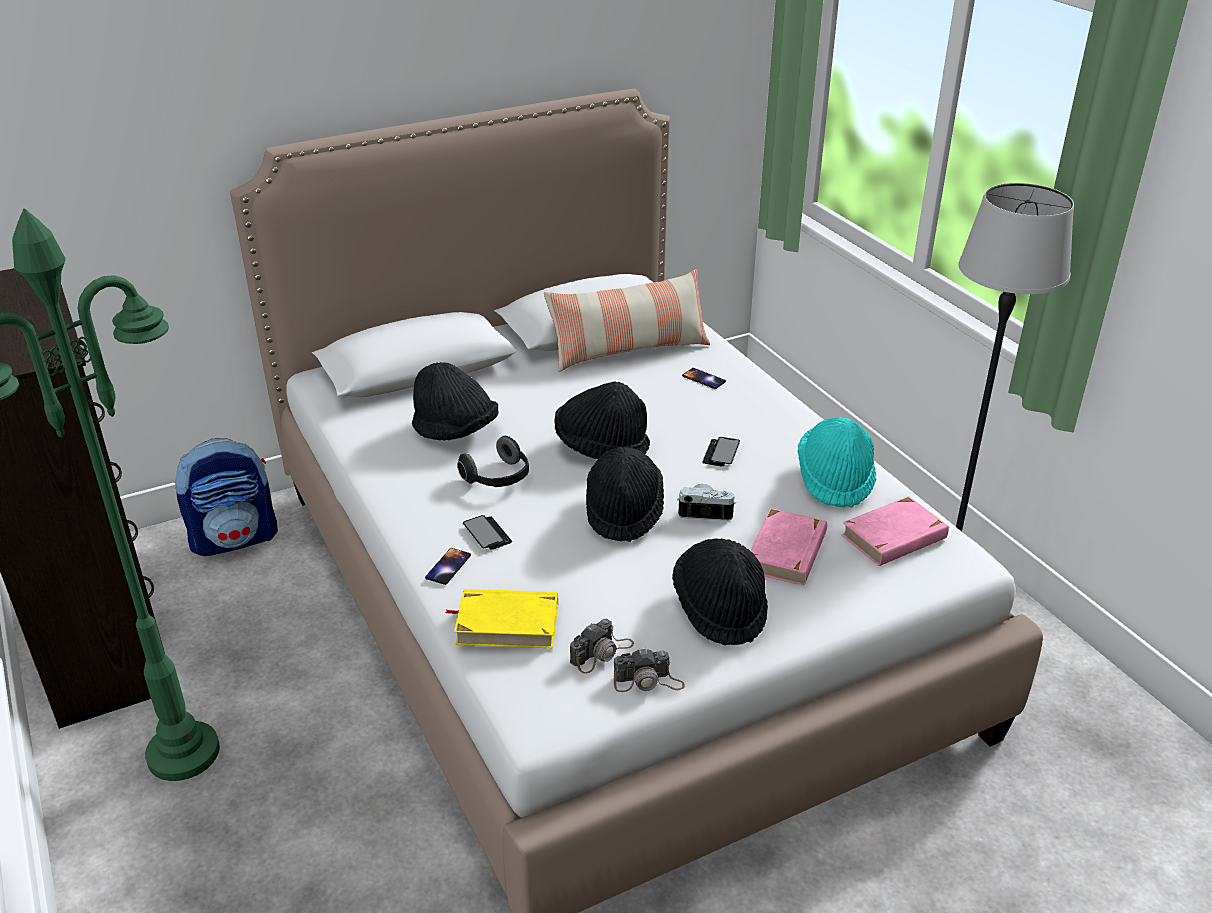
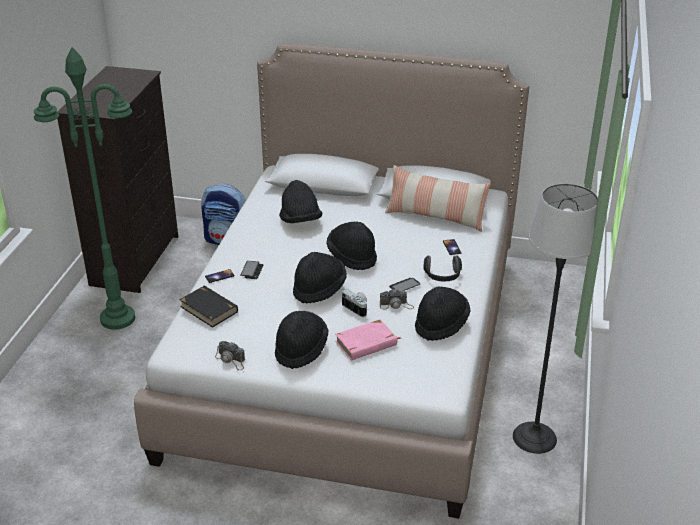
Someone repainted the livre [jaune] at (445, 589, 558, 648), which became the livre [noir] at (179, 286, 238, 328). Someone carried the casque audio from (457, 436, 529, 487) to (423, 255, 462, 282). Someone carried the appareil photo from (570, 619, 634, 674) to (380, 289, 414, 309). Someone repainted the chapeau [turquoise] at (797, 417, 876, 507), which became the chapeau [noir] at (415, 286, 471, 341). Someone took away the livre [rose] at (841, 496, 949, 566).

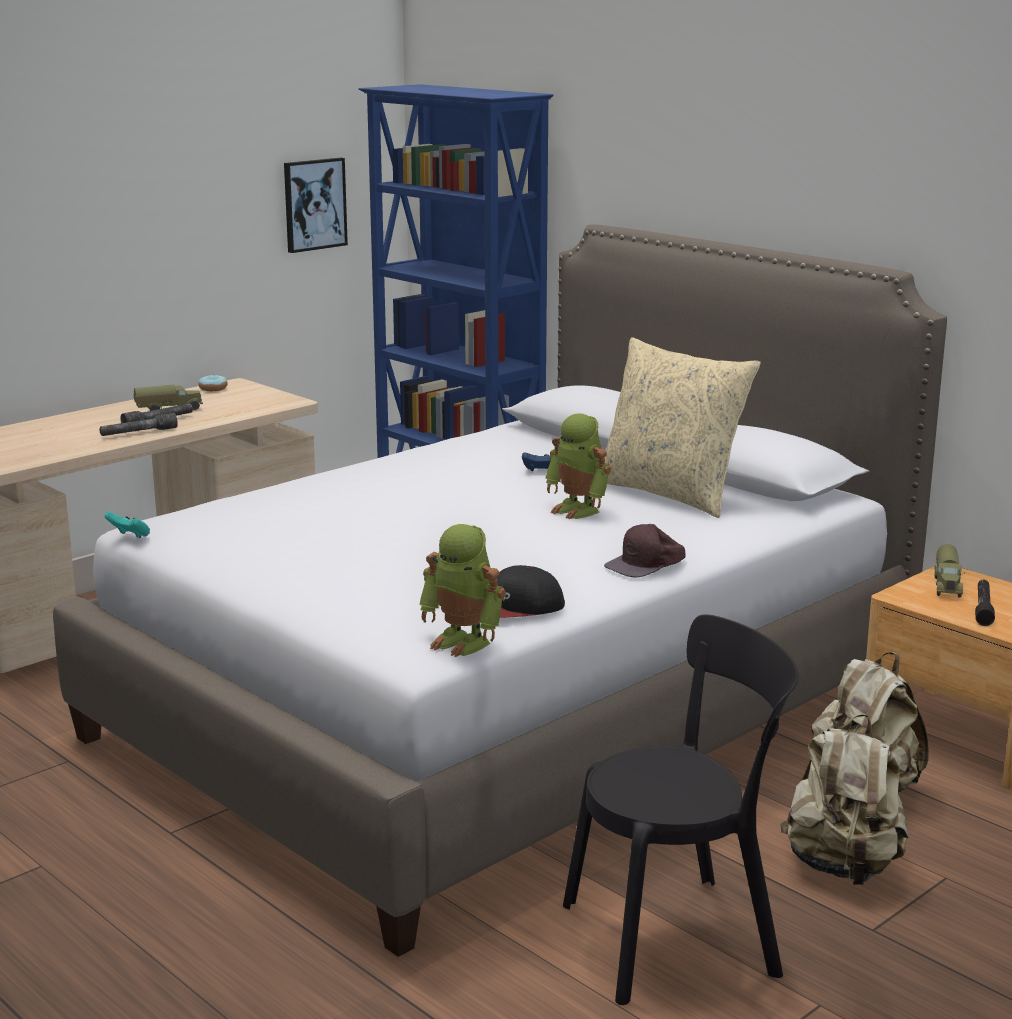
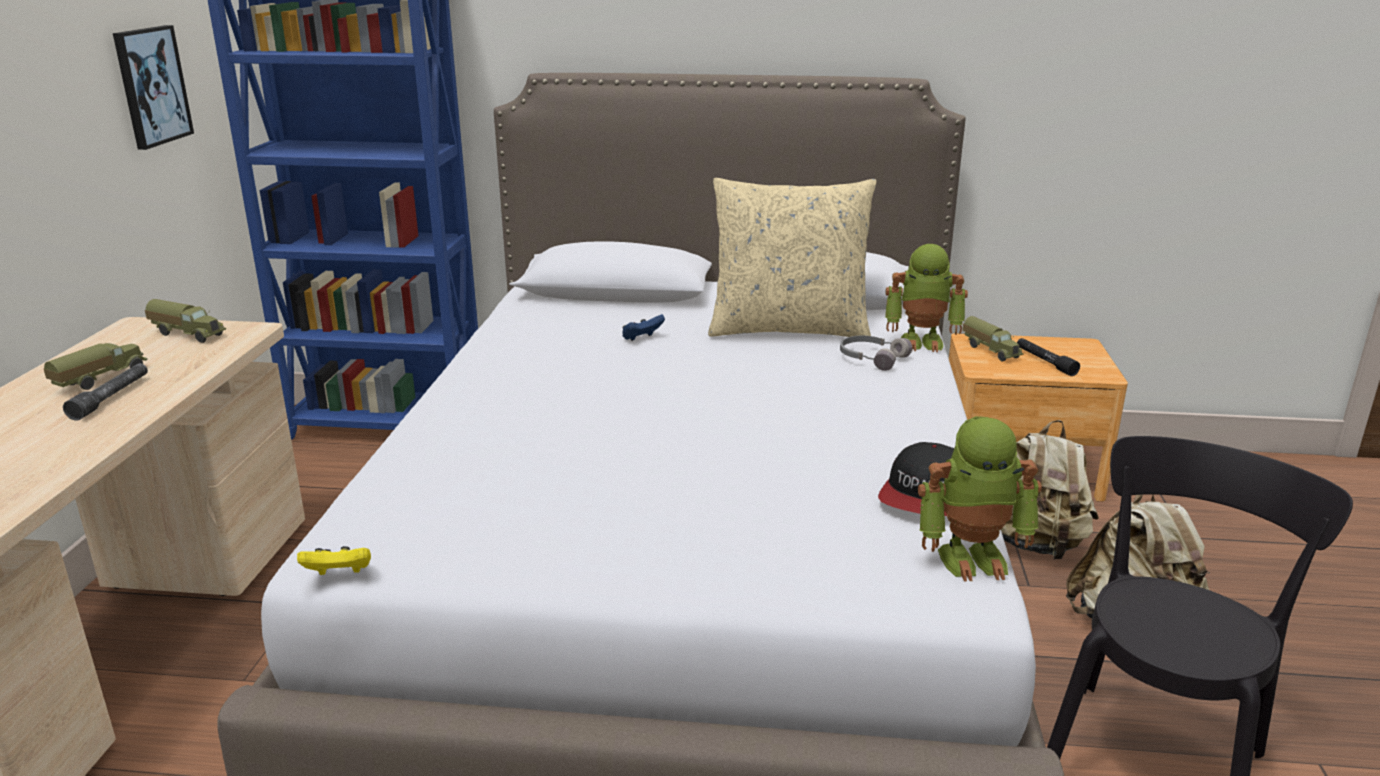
Someone took away the lampe de poche [gris] at (99, 413, 178, 436). Someone repainted the manette [turquoise] at (105, 511, 150, 538), which became the manette [jaune] at (297, 546, 371, 575). Someone took away the beignet at (198, 375, 228, 391). Someone carried the robot jouet from (545, 413, 611, 519) to (885, 244, 968, 352). Someone took away the casquette [marron] at (604, 524, 686, 577). Someone put down the camion jouet at (145, 299, 226, 343). Someone put down the casque audio [gris] at (840, 336, 912, 371).

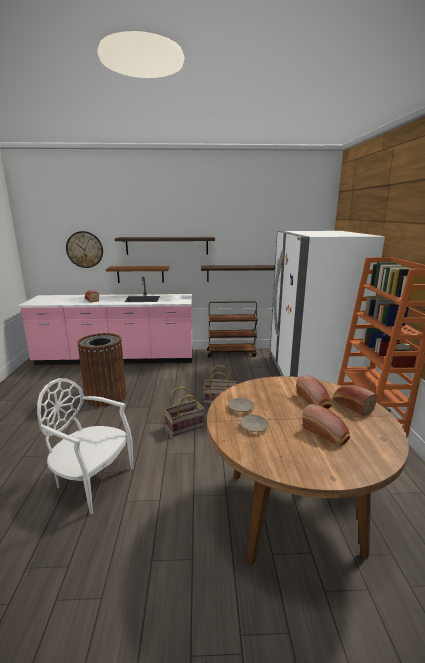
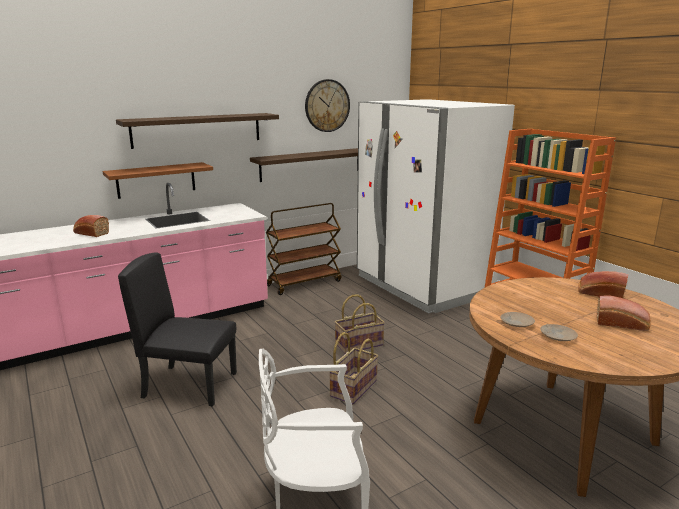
Someone carried the horloge murale from (66, 231, 103, 268) to (305, 79, 350, 132). Someone swapped the poubelle [marron] at (77, 333, 126, 407) for the chaise [noir] at (118, 252, 237, 406). Someone took away the pain at (296, 375, 332, 408).

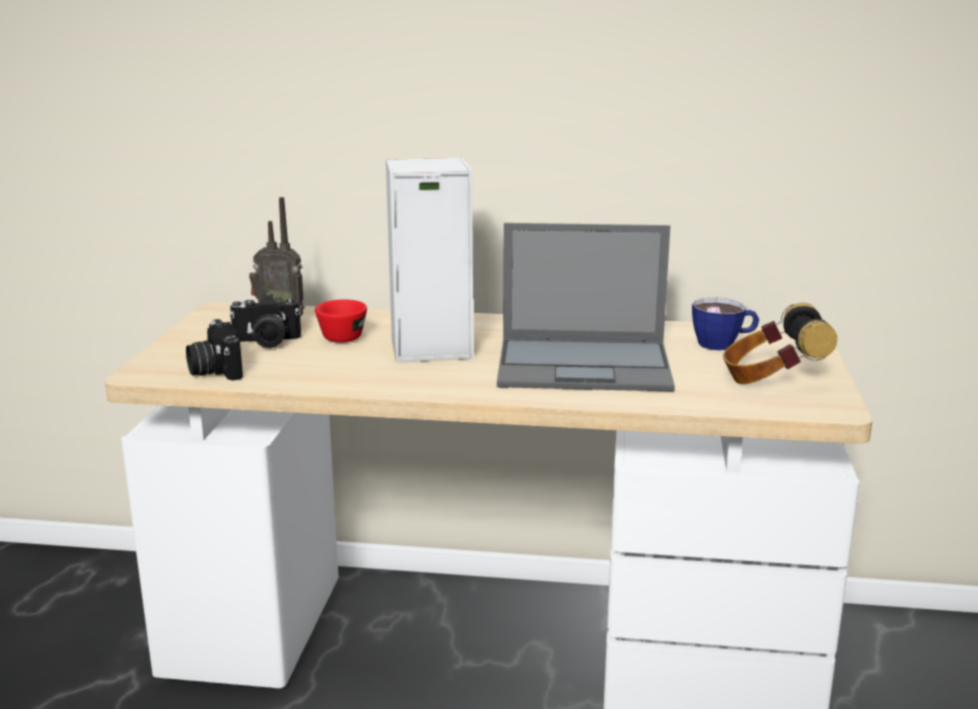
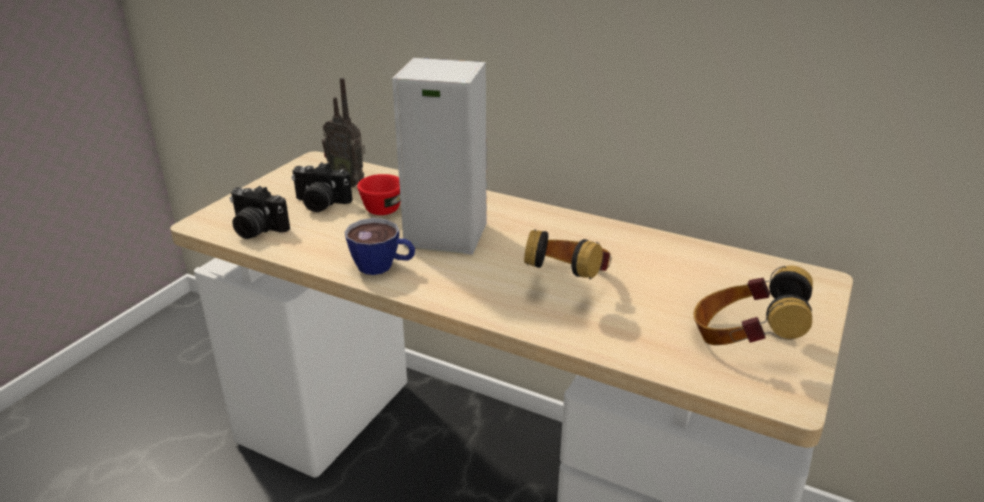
Someone rotated the appareil photo at (186, 319, 243, 380) by 60 degrees counterclockwise. Someone swapped the ordinateur portable at (497, 223, 675, 391) for the casque audio at (524, 229, 612, 279). Someone carried the tasse from (692, 298, 759, 350) to (345, 218, 415, 275).

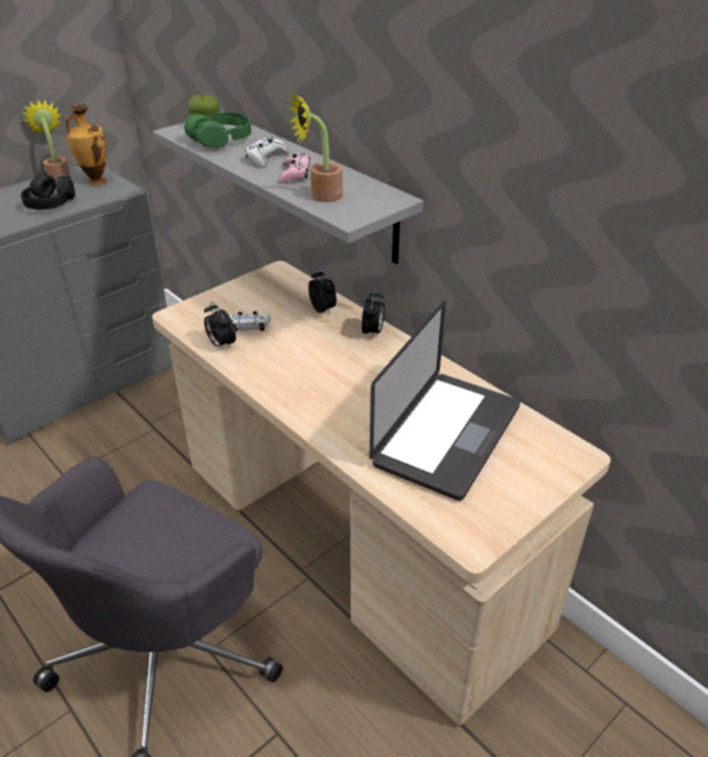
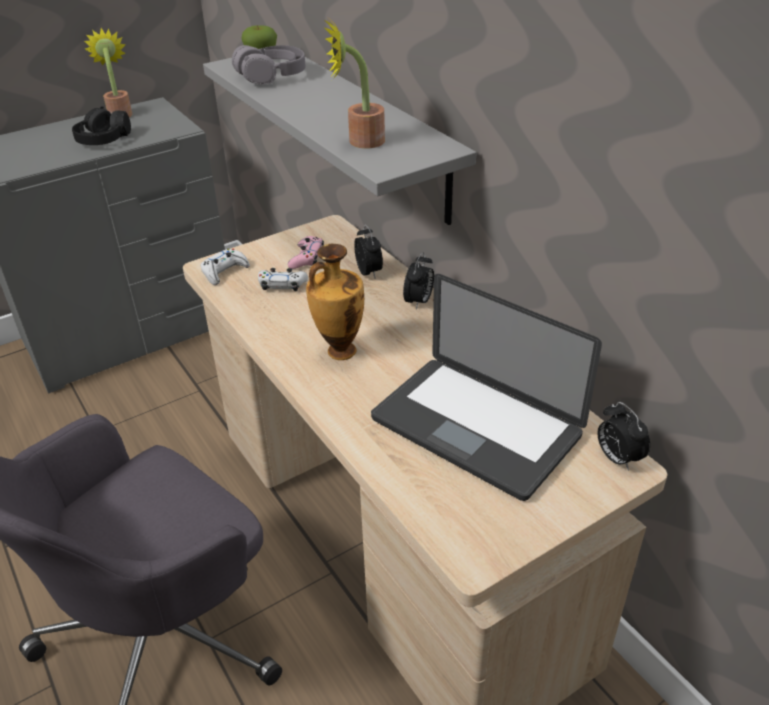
Someone carried the vase from (66, 104, 107, 186) to (306, 244, 364, 360). Someone repainted the casque audio [vert] at (185, 112, 251, 149), which became the casque audio [gris] at (232, 45, 306, 85). Someone carried the réveil from (204, 302, 236, 351) to (597, 402, 650, 471). Someone carried the manette [blanc] from (245, 137, 289, 167) to (201, 248, 250, 285). Someone carried the manette [rose] from (278, 153, 310, 183) to (288, 236, 324, 269). Someone rotated the ordinateur portable at (370, 301, 520, 501) by 90 degrees clockwise.

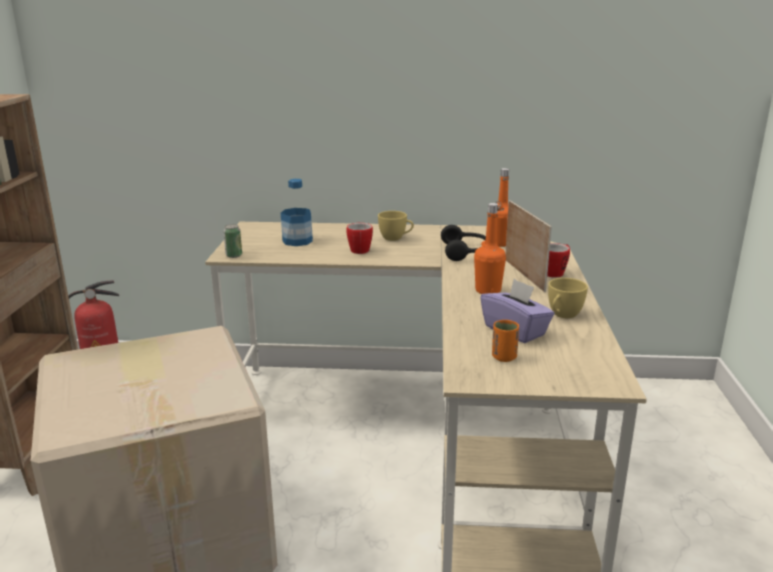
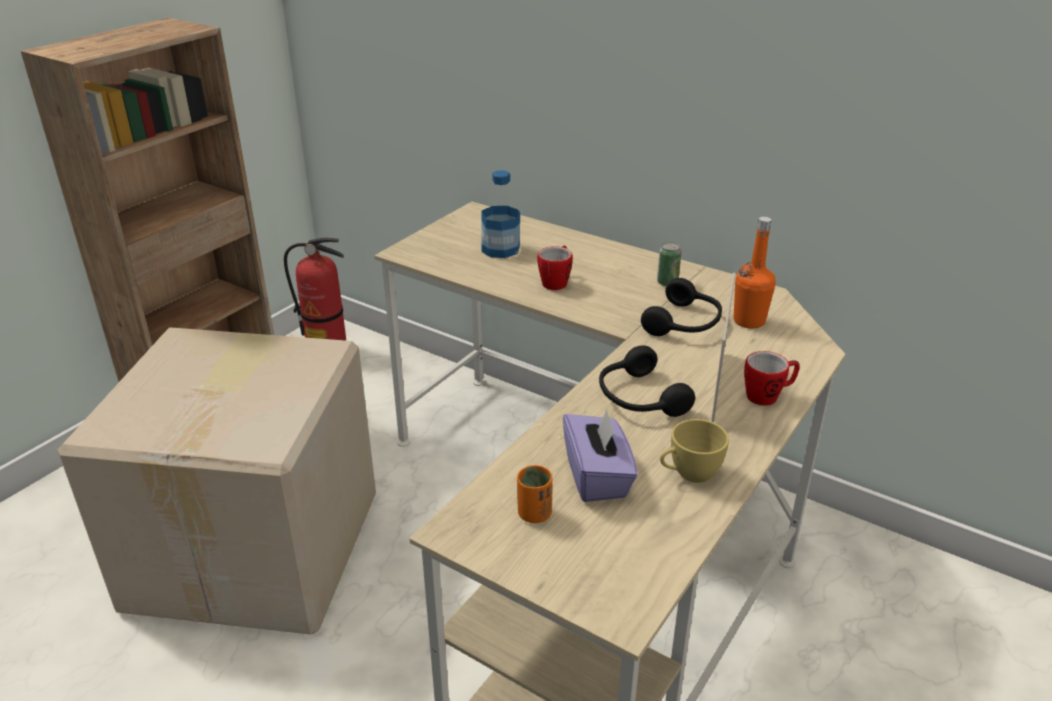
Someone carried the boîte métallique from (223, 224, 242, 258) to (657, 242, 681, 286). Someone took away the tasse [jaune] at (378, 211, 414, 241). Someone swapped the bouteille [orange] at (474, 203, 506, 294) for the casque audio [noir] at (599, 345, 695, 417).

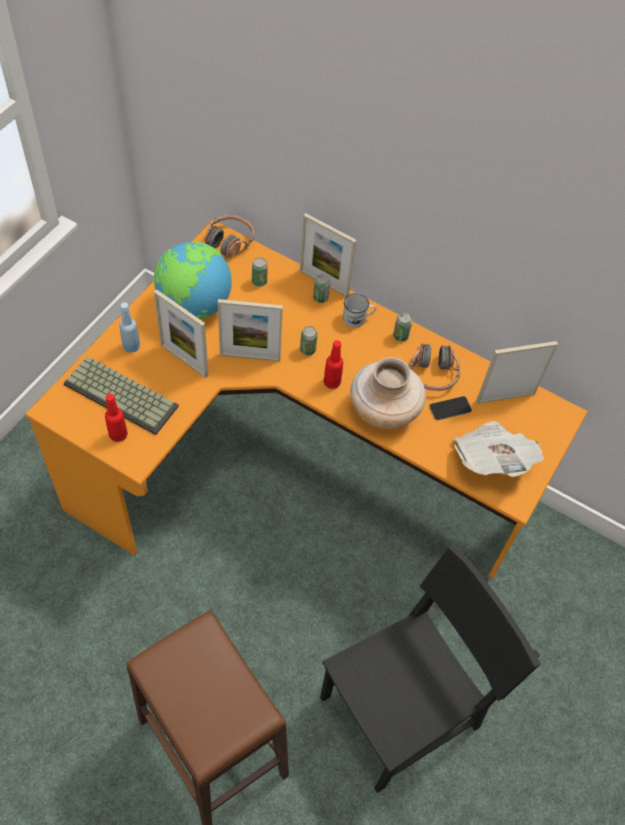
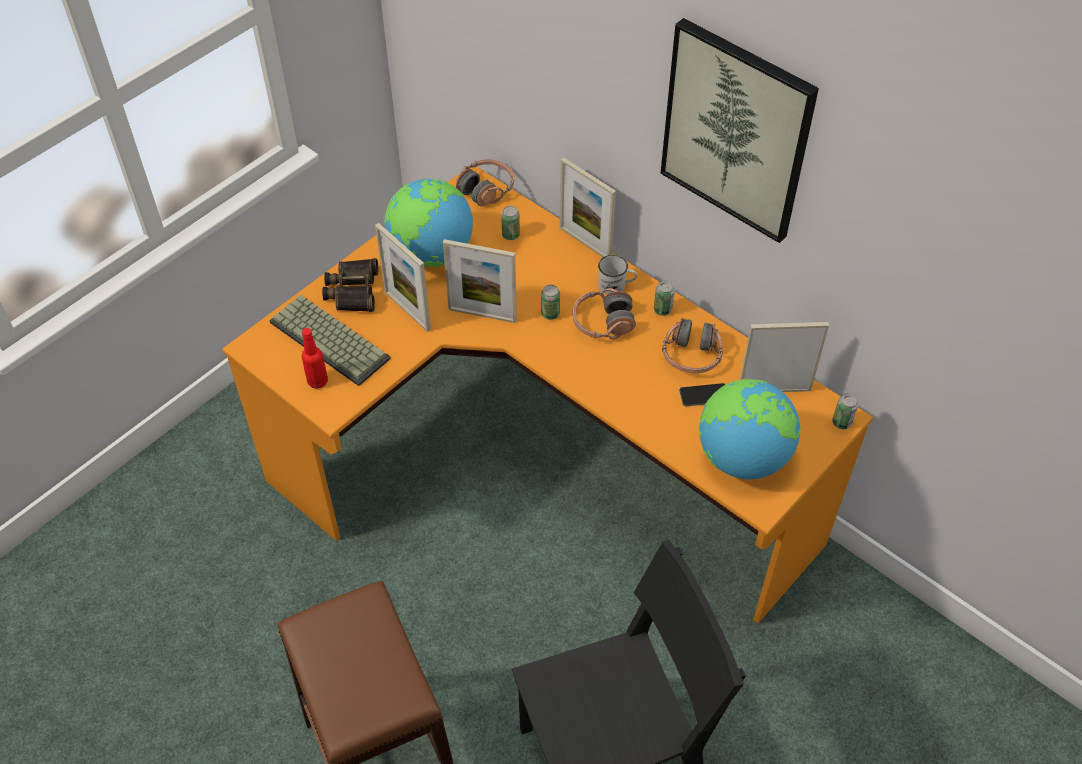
Someone swapped the bouteille [bleu] at (119, 303, 140, 353) for the jumelles at (322, 258, 378, 312). Someone carried the boîte métallique from (313, 274, 330, 303) to (832, 393, 859, 429). Someone took away the bouteille [rouge] at (324, 340, 343, 389). Someone took away the vase [beige] at (350, 357, 426, 429). Someone swapped the journal at (453, 421, 544, 477) for the globe at (699, 379, 801, 479). Someone put down the casque audio at (573, 288, 636, 339). Someone put up the tableau at (661, 18, 819, 243).

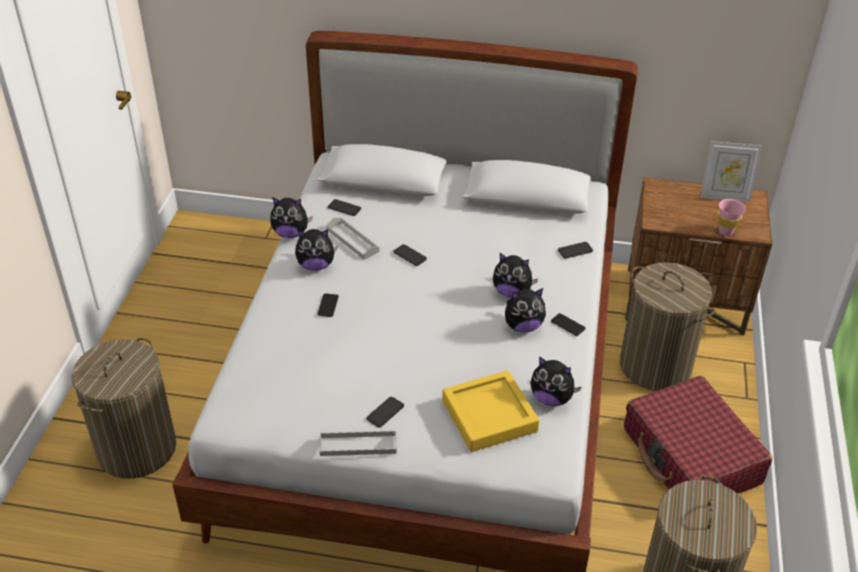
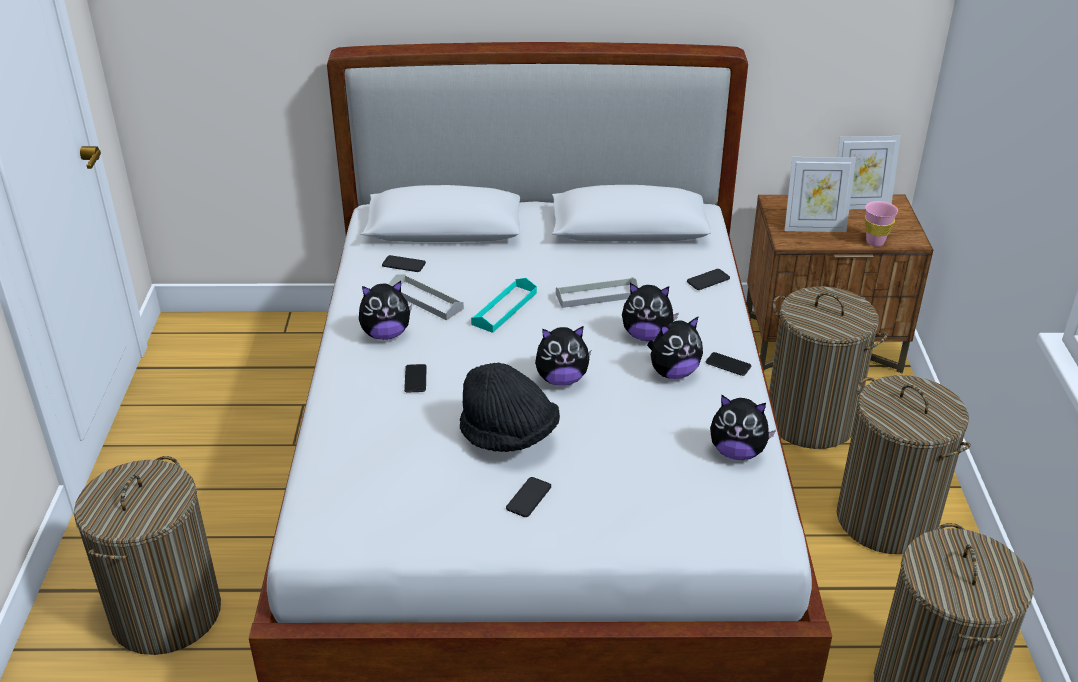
Someone carried the peluche from (270, 197, 313, 238) to (535, 326, 591, 386). Someone carried the plateau [gris] from (320, 430, 396, 456) to (556, 277, 639, 308). Someone swapped the téléphone at (393, 244, 427, 266) for the plateau [turquoise] at (471, 278, 537, 333). Someone took away the plateau [jaune] at (442, 370, 539, 452). Someone swapped the valise [rouge] at (624, 376, 772, 494) for the panier à linge at (836, 375, 971, 554). Someone put down the chapeau [noir] at (460, 363, 560, 452). Someone put down the cadre photo at (785, 157, 856, 232).

